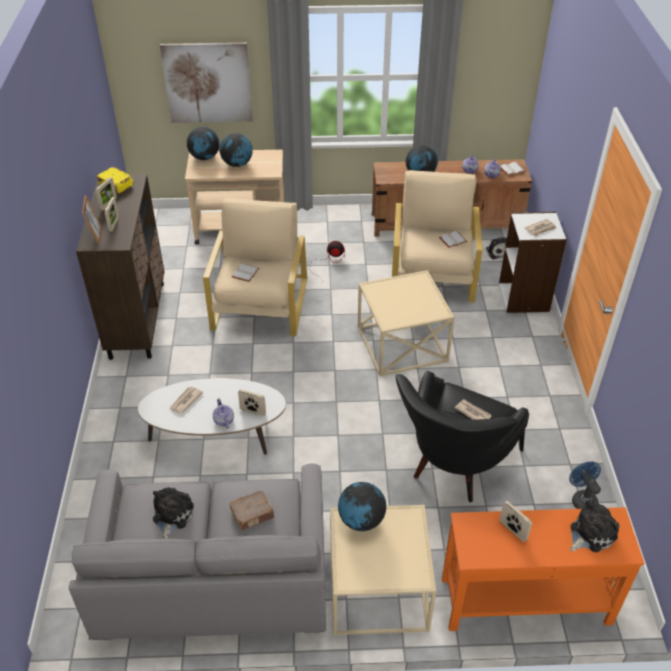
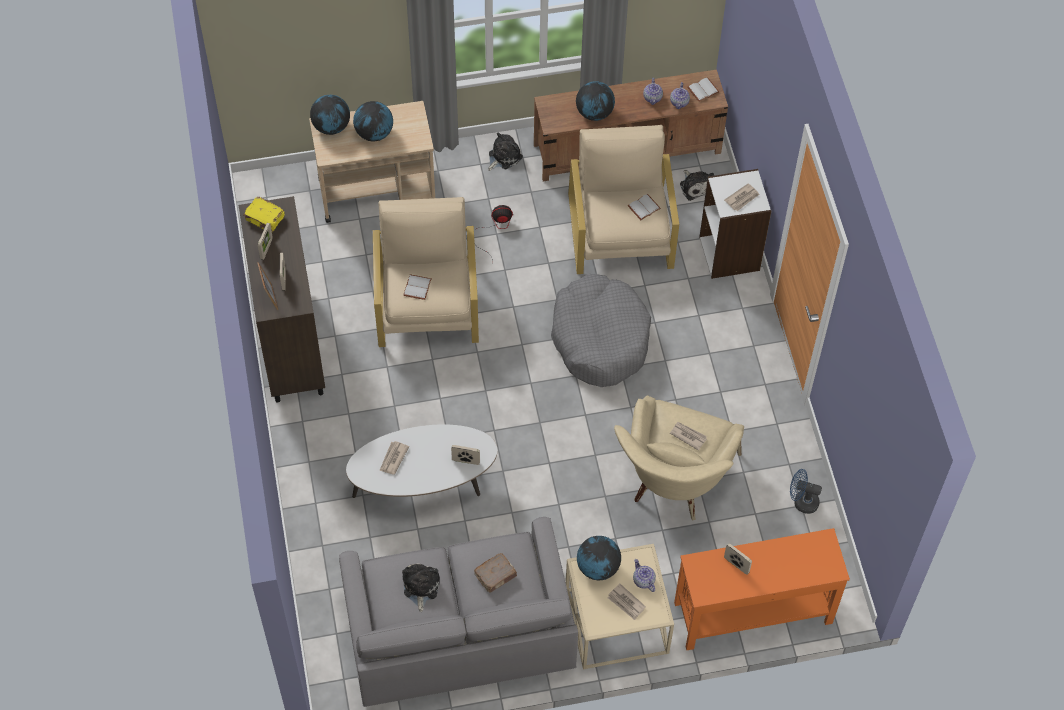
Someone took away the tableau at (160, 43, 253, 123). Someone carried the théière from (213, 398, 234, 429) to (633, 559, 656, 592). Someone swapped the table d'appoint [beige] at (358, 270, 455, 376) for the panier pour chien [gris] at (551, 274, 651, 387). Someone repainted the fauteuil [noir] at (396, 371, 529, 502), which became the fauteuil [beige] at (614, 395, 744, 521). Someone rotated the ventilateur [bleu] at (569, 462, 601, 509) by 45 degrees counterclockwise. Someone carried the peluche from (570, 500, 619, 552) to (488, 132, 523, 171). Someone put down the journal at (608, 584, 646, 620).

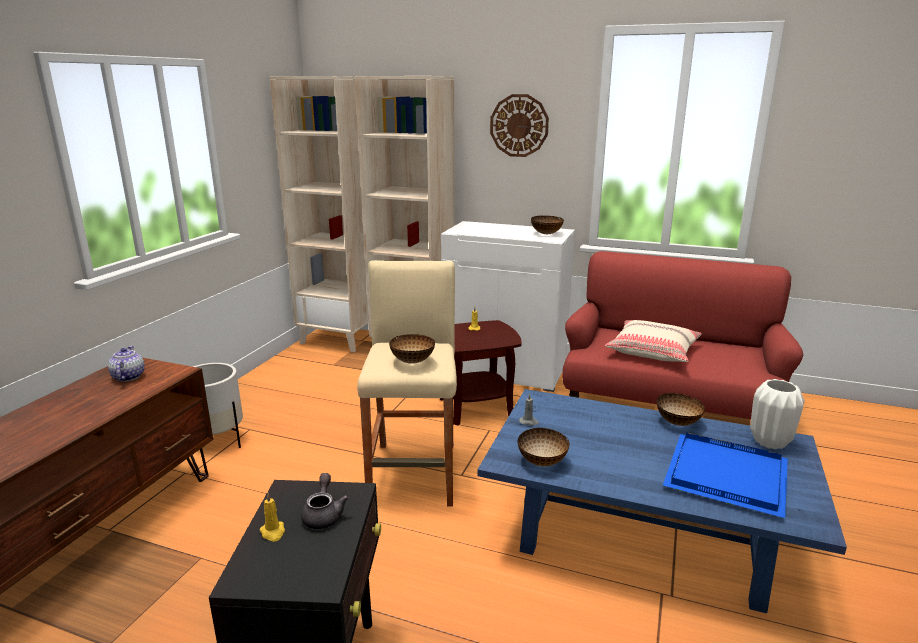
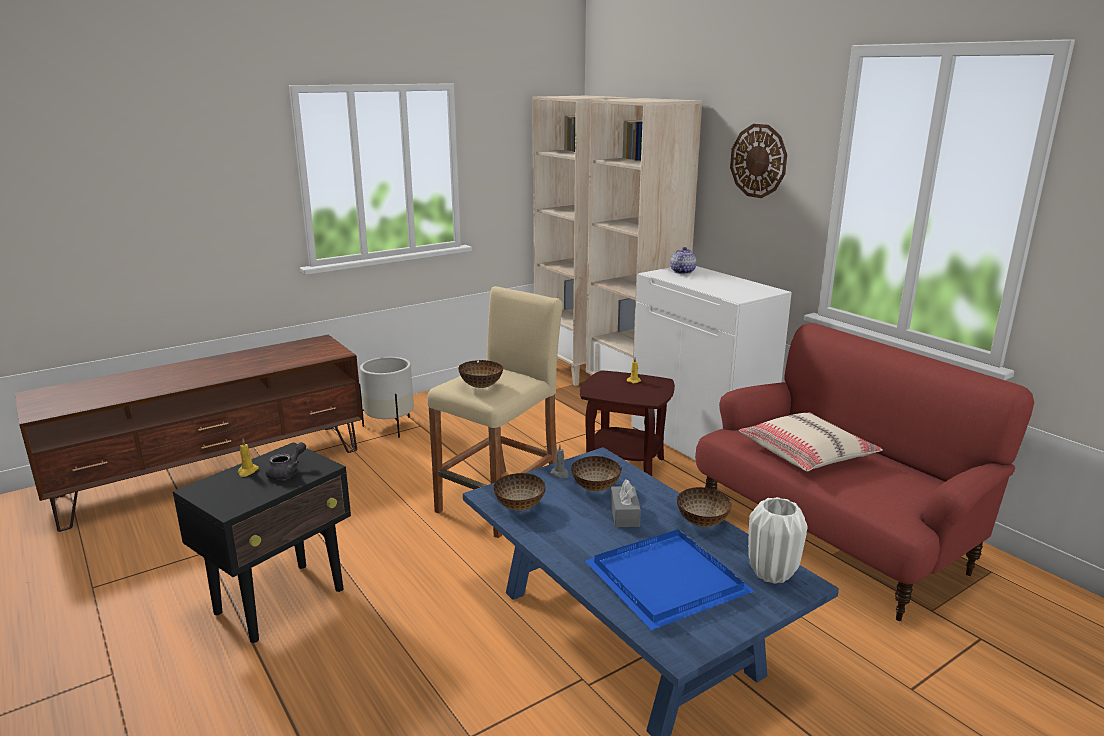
Someone carried the théière from (108, 346, 145, 382) to (670, 247, 697, 274). Someone carried the bol from (531, 215, 564, 234) to (571, 456, 622, 492). Someone put down the boîte à mouchoirs [gris] at (611, 479, 641, 527).

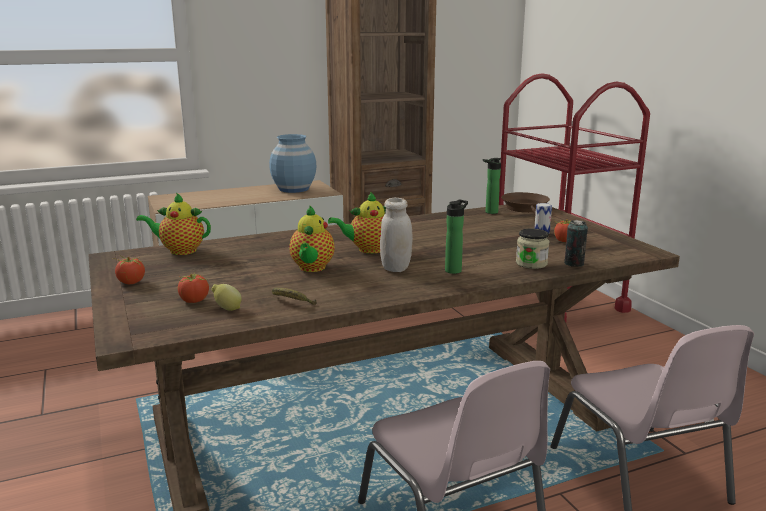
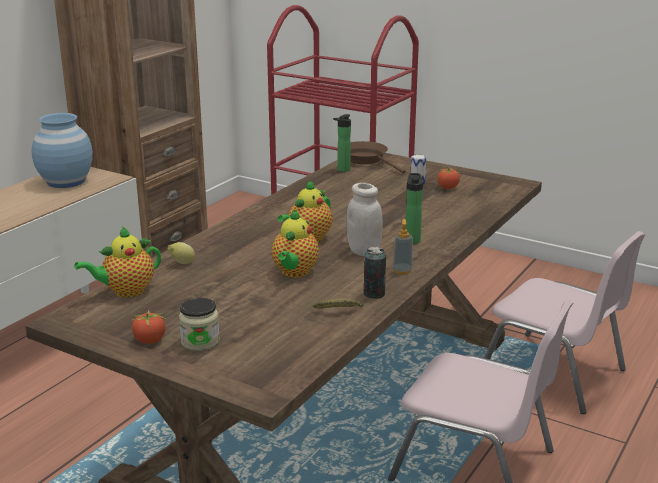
Someone took away the tomate at (178, 272, 209, 303). Someone carried the citron from (212, 284, 242, 311) to (168, 242, 195, 264). Someone rotated the théière at (289, 206, 335, 272) by 45 degrees clockwise. Someone carried the bocal from (516, 228, 549, 269) to (179, 298, 220, 351). Someone carried the boîte métallique from (564, 220, 588, 267) to (363, 247, 386, 299). Someone put down the distributeur de savon at (393, 219, 413, 275).

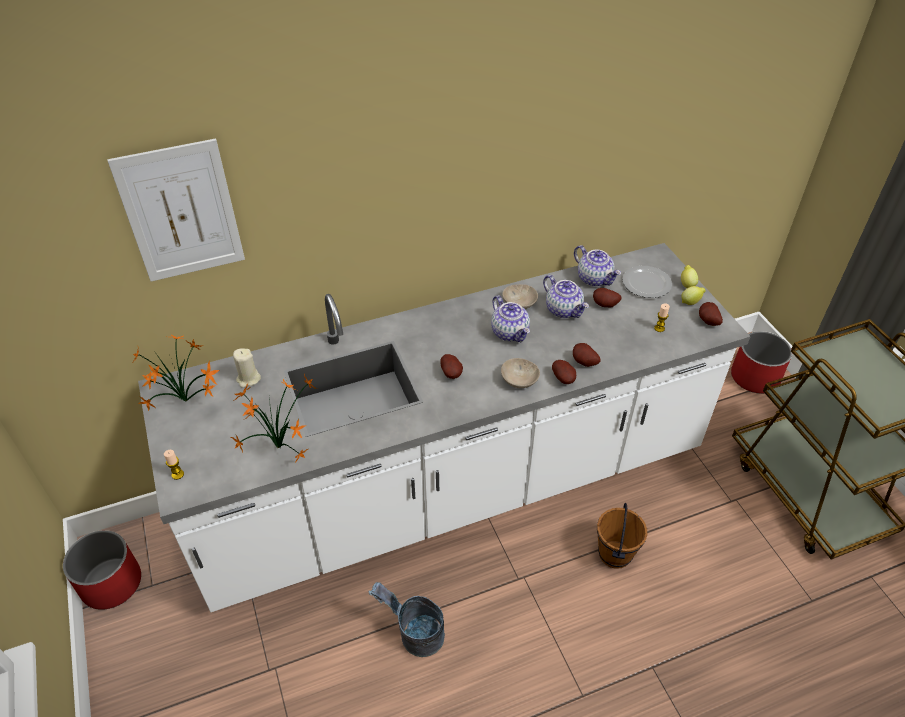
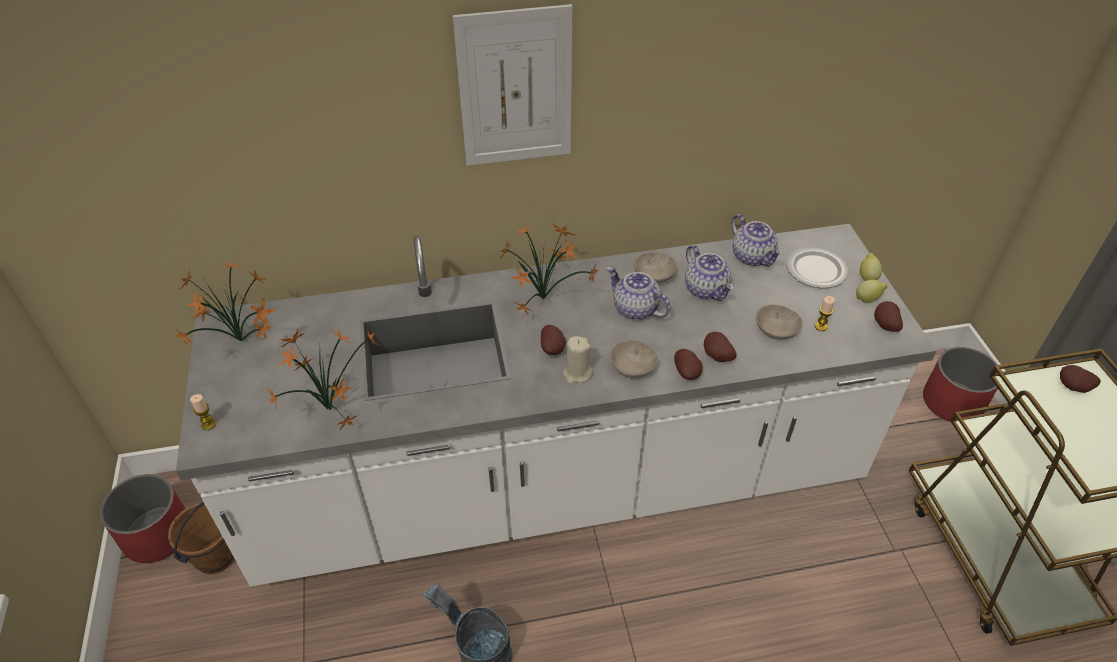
Someone carried the tableau from (107, 138, 245, 281) to (453, 4, 573, 166). Someone carried the bougie [beige] from (233, 348, 261, 388) to (563, 336, 593, 384). Someone rotated the théière at (491, 295, 530, 342) by 150 degrees clockwise. Someone carried the pomme de terre from (593, 288, 622, 307) to (1060, 365, 1101, 393). Someone carried the seau [marron] from (597, 503, 647, 569) to (168, 502, 234, 574). Someone put down the plante en pot at (501, 222, 599, 315). Someone put down the bol [beige] at (756, 305, 803, 340).

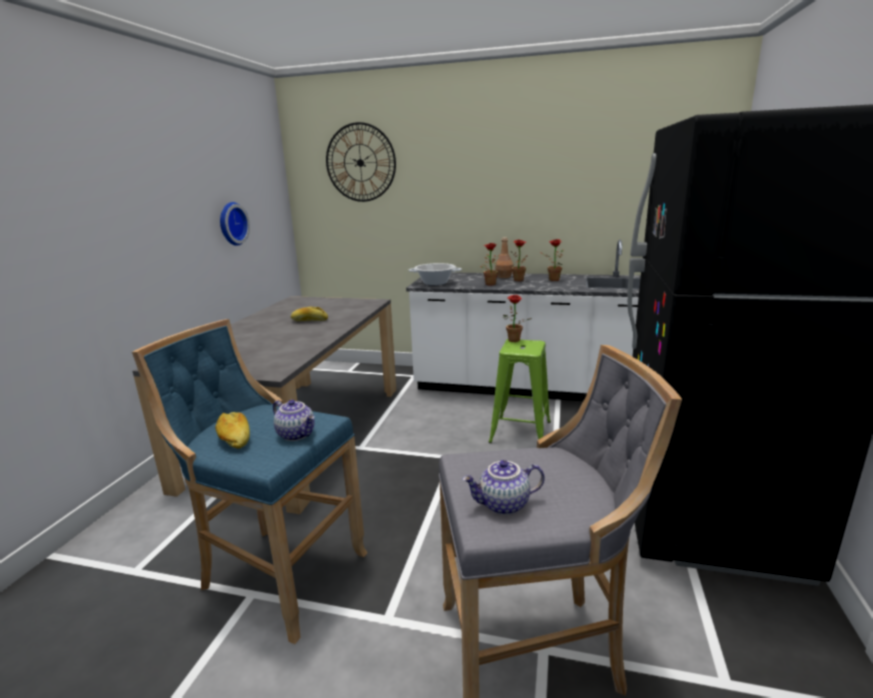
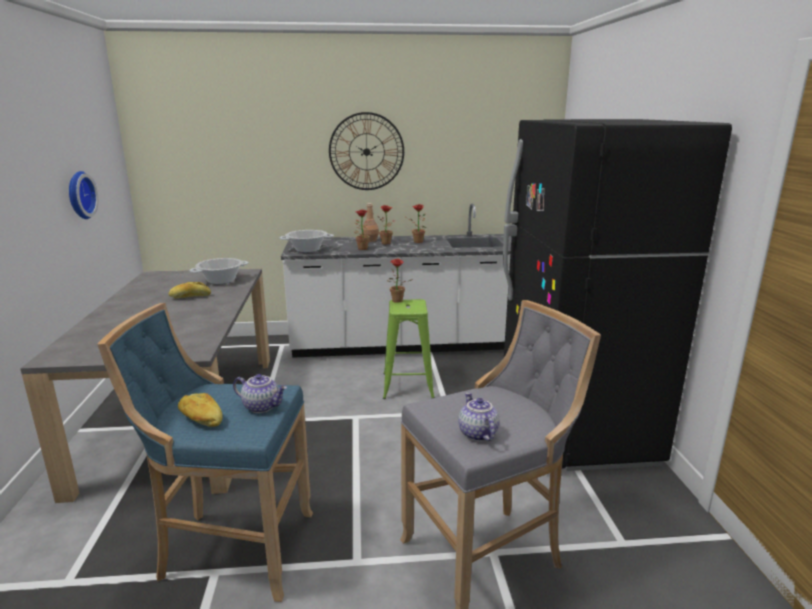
Someone carried the horloge murale from (326, 122, 396, 202) to (329, 112, 404, 190). Someone rotated the théière at (462, 460, 545, 515) by 105 degrees clockwise. Someone put down the marmite at (189, 258, 249, 284).

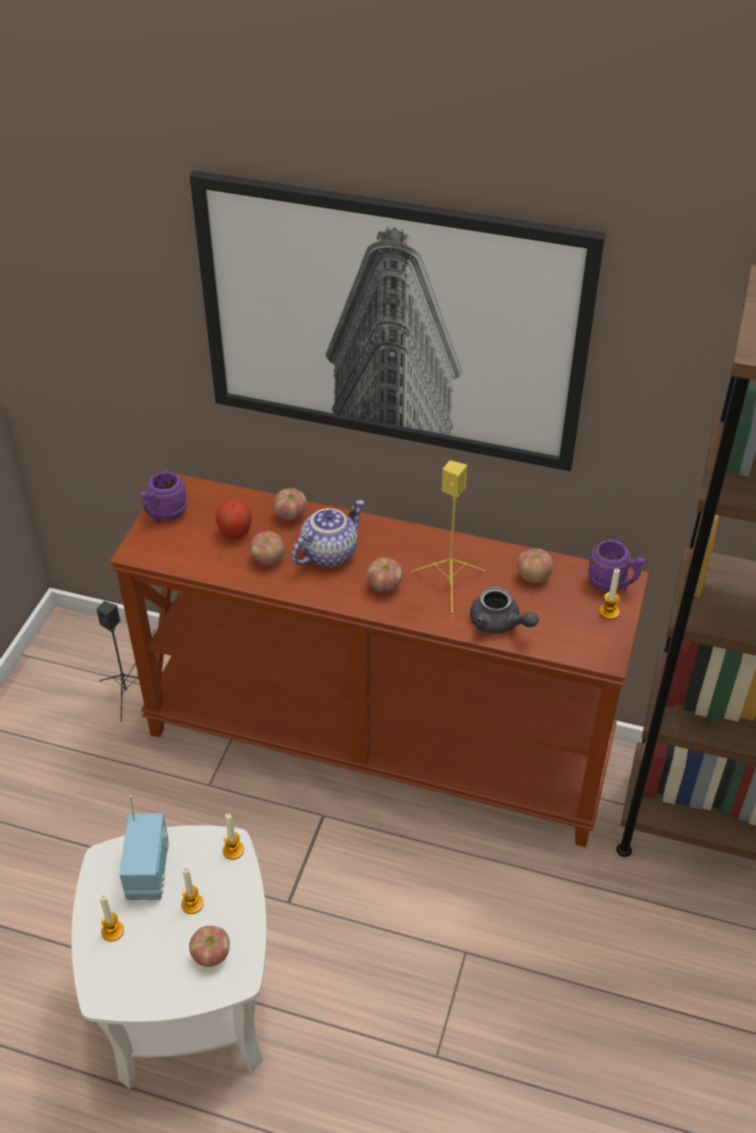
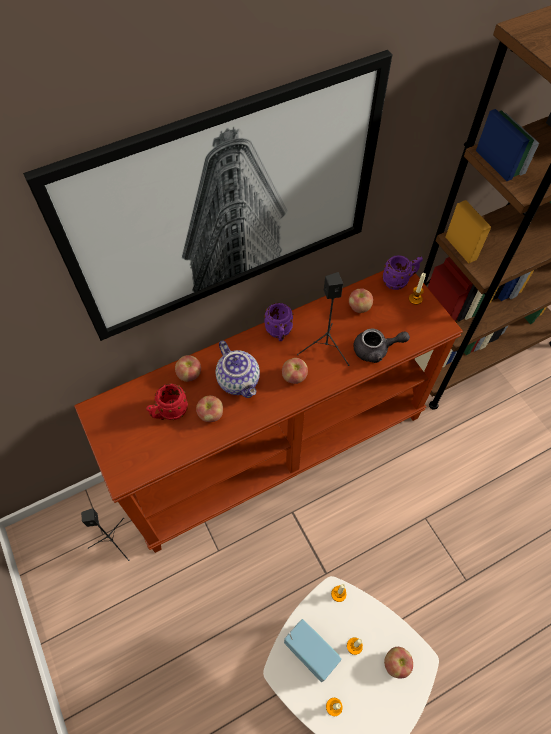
Someone carried the mug [violet] from (140, 471, 188, 523) to (264, 303, 294, 341). Someone swapped the pomme at (216, 499, 252, 539) for the mug [rouge] at (146, 383, 188, 420). Someone rotated the théière at (292, 500, 365, 567) by 150 degrees clockwise. Someone repainted the enceinte [jaune] at (412, 460, 485, 617), which became the enceinte [noir] at (297, 272, 349, 366).

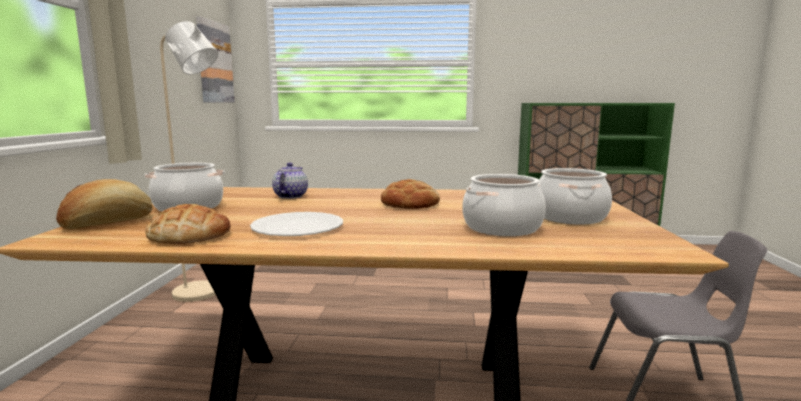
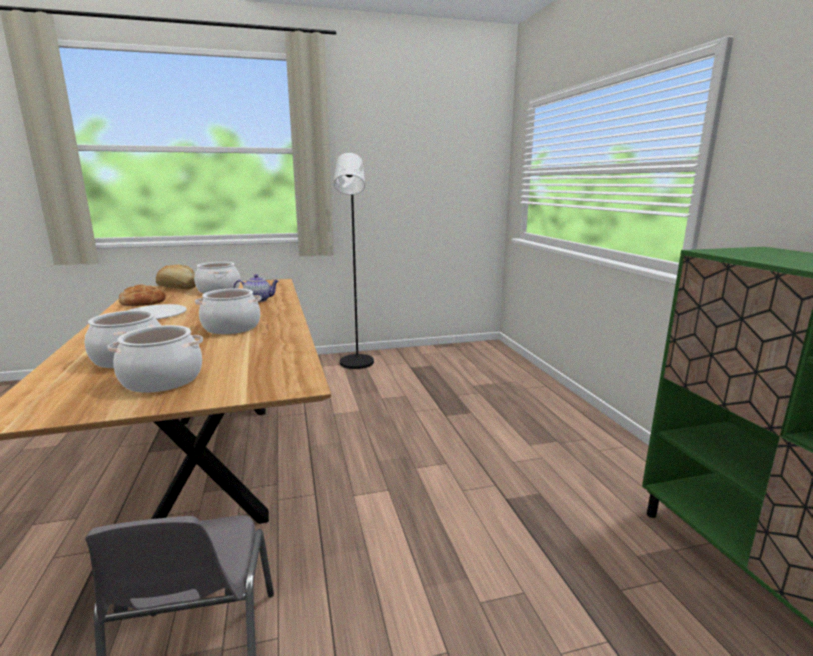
Someone repainted the lampadaire [beige] at (160, 21, 218, 302), which became the lampadaire [noir] at (334, 153, 374, 369). Someone took away the tableau at (196, 17, 235, 103). Someone swapped the pain at (381, 179, 440, 209) for the marmite at (195, 288, 262, 334).

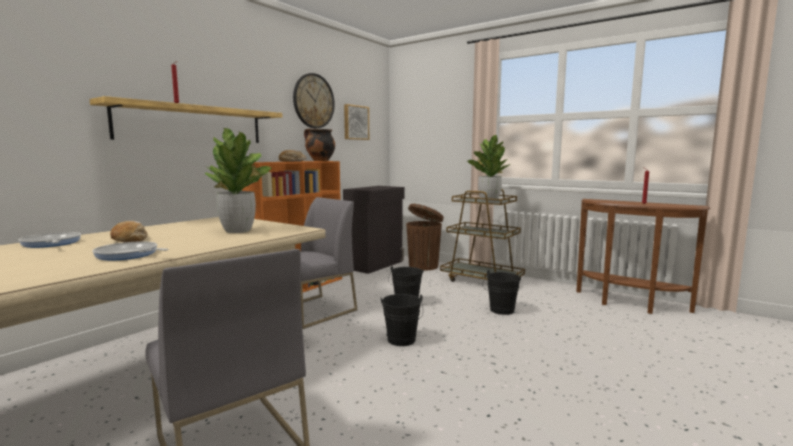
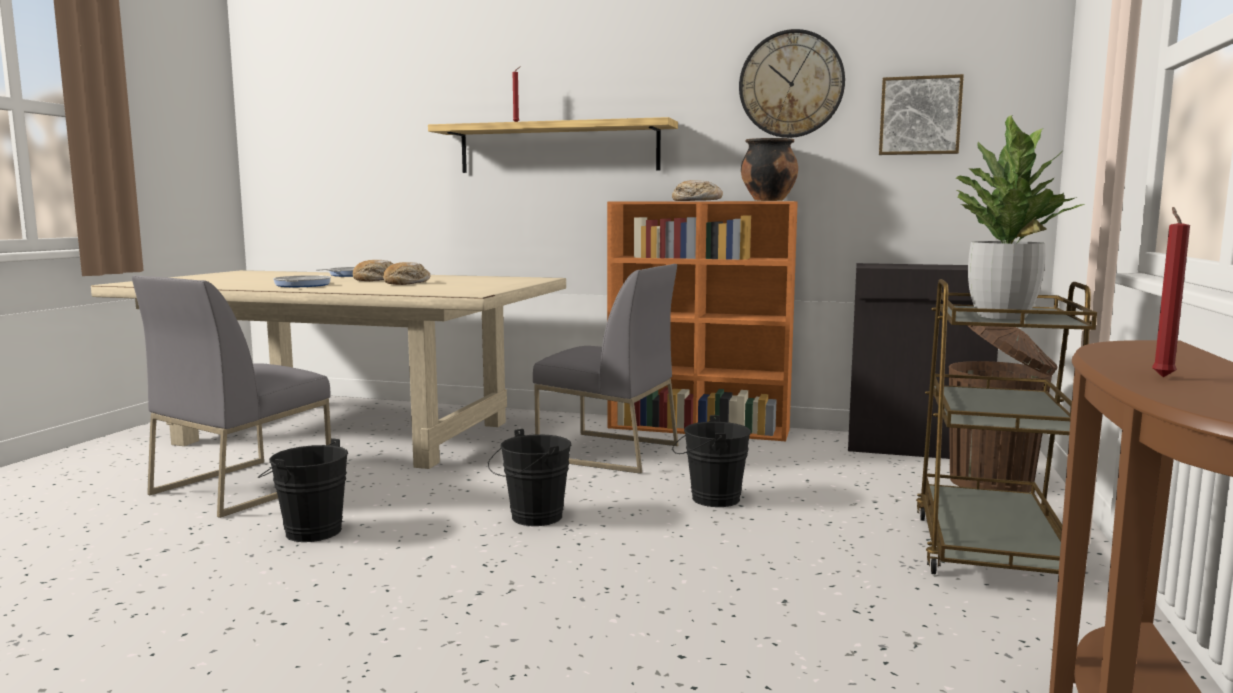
Someone took away the plante en pot at (205, 128, 273, 233). Someone carried the seau [noir] from (482, 270, 521, 315) to (258, 438, 348, 542). Someone put down the pain at (383, 262, 430, 285).

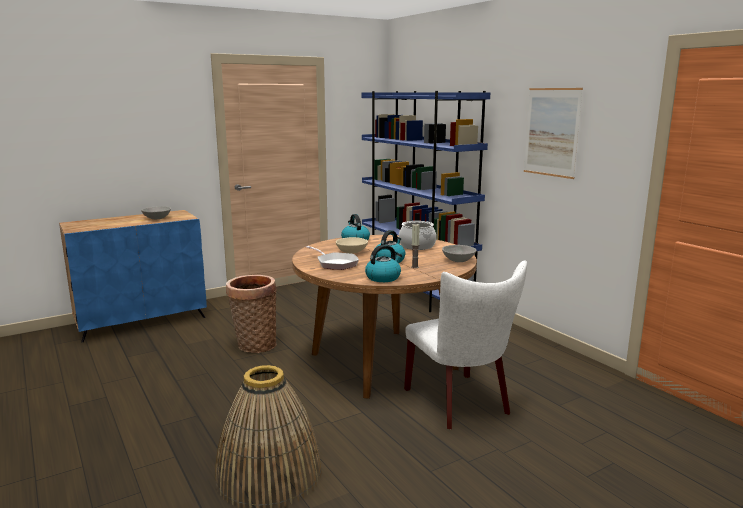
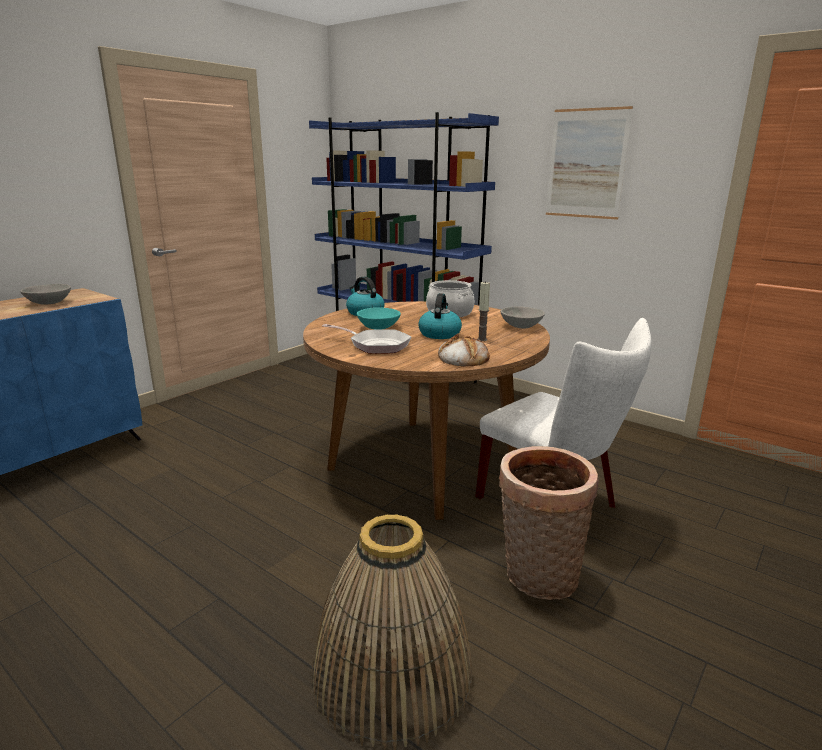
Someone carried the panier from (226, 275, 277, 353) to (499, 446, 599, 600). Someone repainted the bol [beige] at (336, 237, 368, 254), which became the bol [turquoise] at (357, 307, 401, 330). Someone swapped the bouilloire at (365, 245, 402, 282) for the pain at (438, 333, 490, 366).

